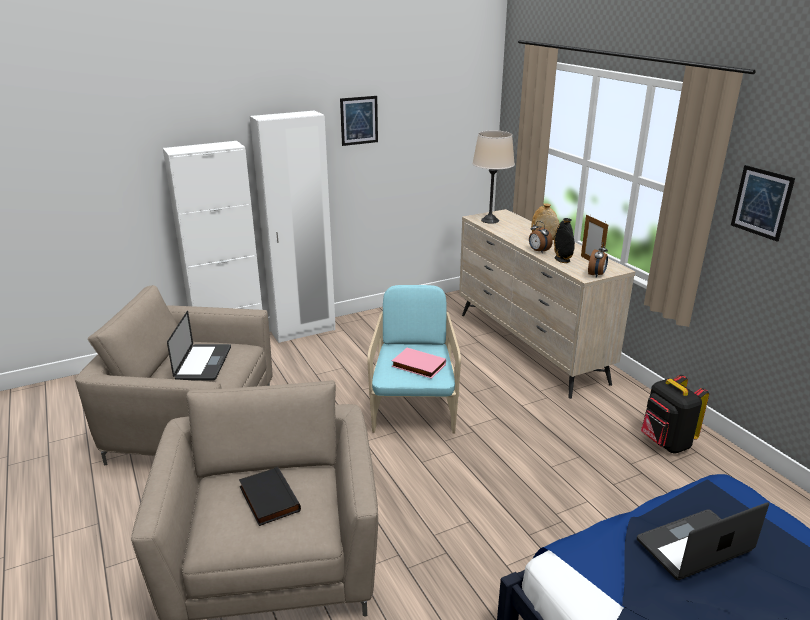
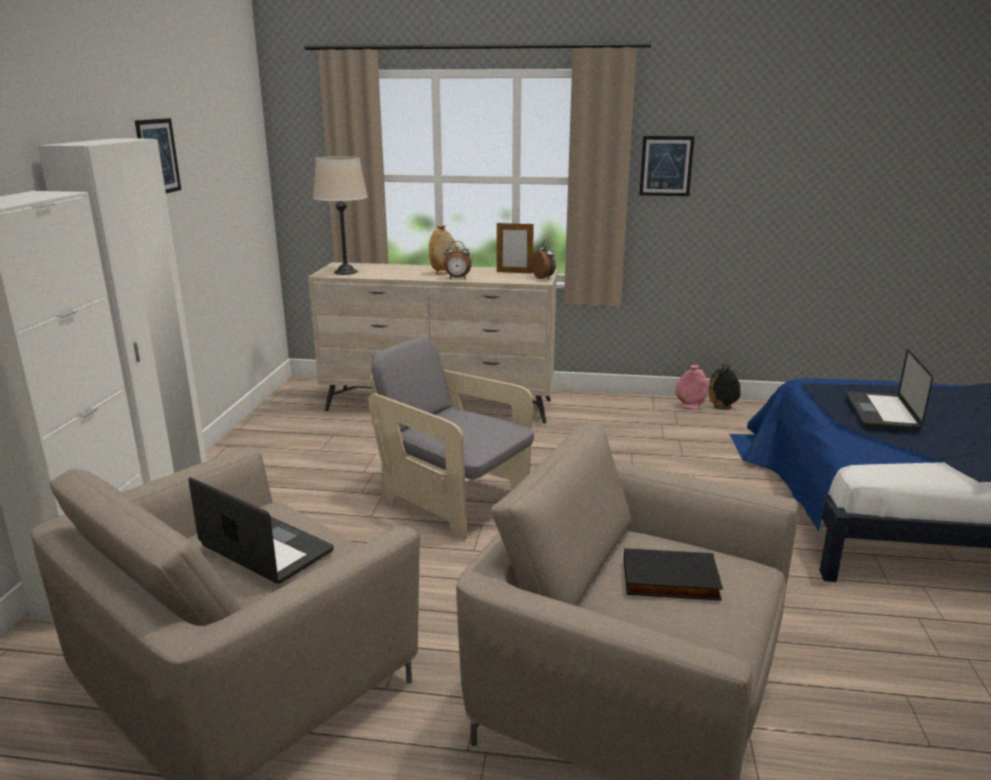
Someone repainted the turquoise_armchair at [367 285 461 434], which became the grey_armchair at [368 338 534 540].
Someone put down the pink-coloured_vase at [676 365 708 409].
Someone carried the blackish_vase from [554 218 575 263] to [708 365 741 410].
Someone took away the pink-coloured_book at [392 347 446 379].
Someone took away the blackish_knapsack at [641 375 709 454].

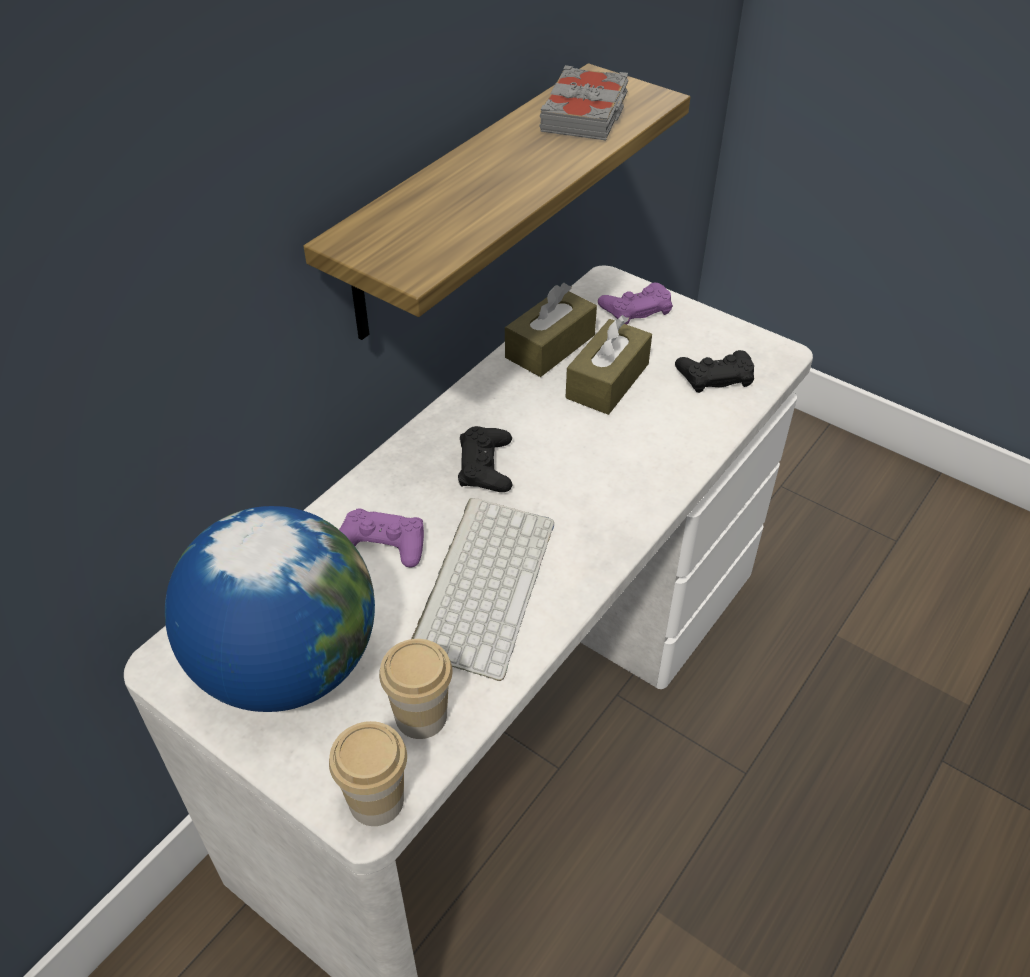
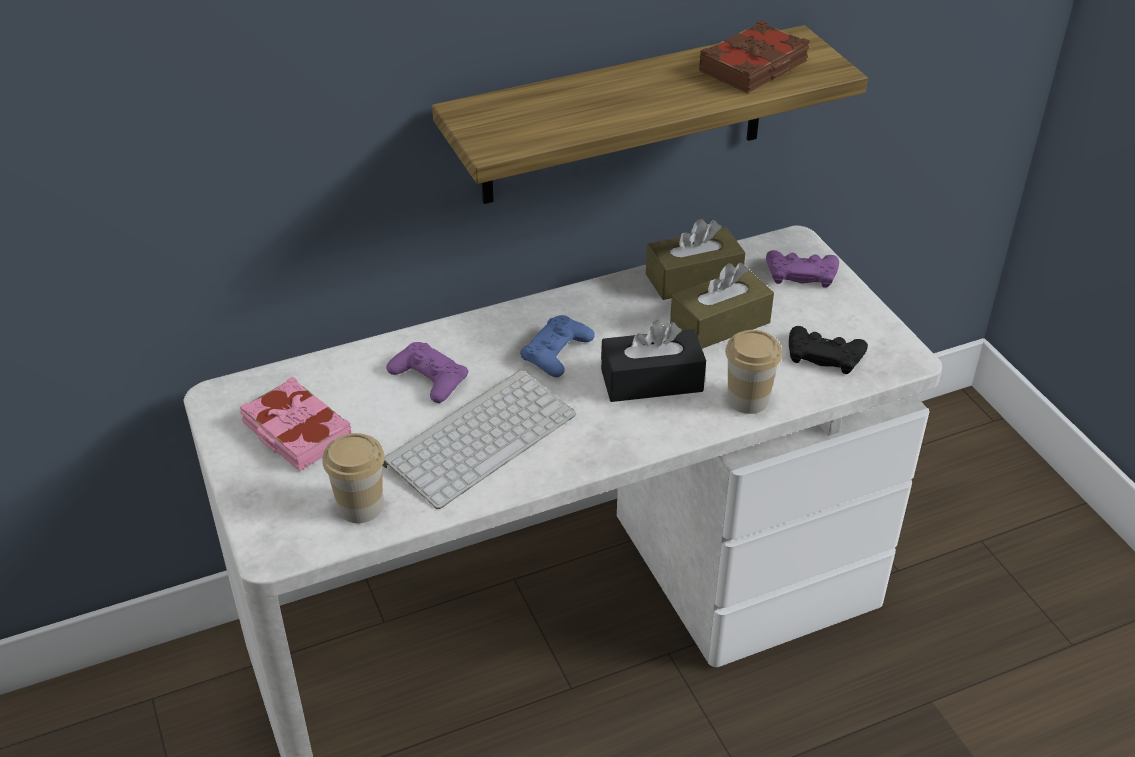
Someone swapped the desk_globe at [165 506 375 712] for the pink-coloured_book at [240 376 351 471].
Someone repainted the blackish_gamepad at [458 426 513 492], which became the bluish_gamepad at [520 315 595 377].
Someone put down the blackish_tissue_holder at [601 320 706 402].
Someone repainted the grey_book at [539 65 628 140], which became the brown-coloured_book at [699 20 810 93].
Someone carried the small_cup from [329 721 407 826] to [725 330 782 414].

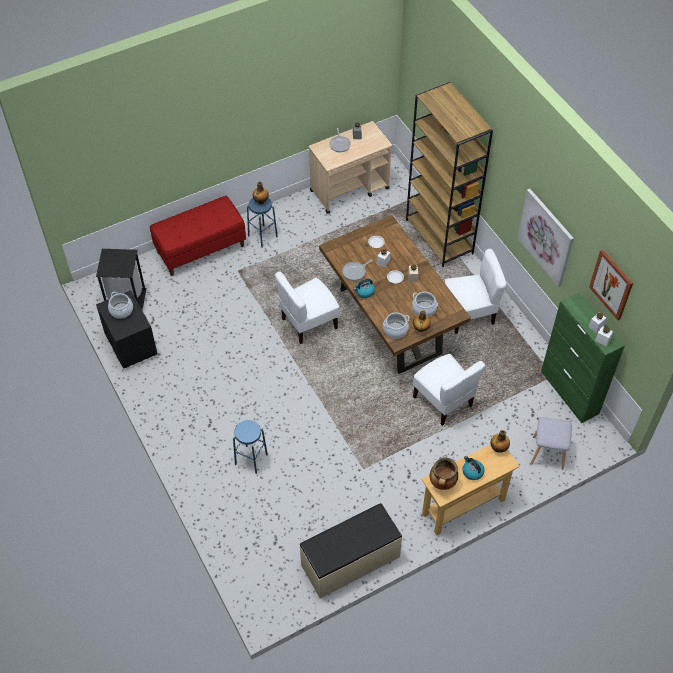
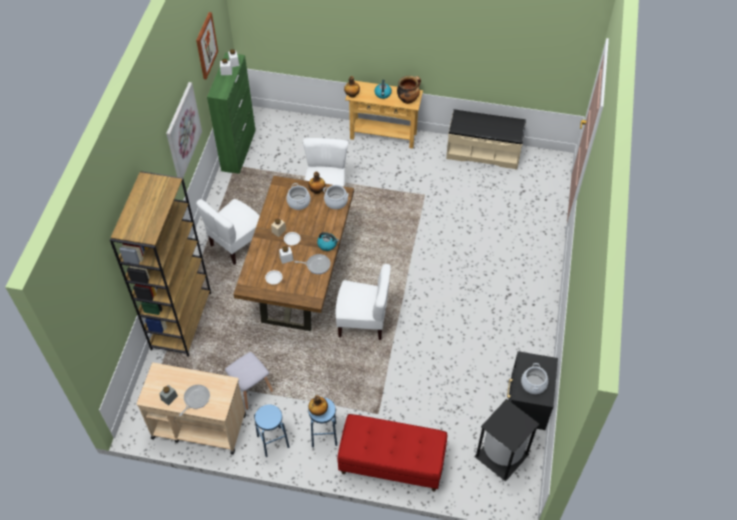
Someone rotated the white_chair at [445 249 507 334] by 75 degrees counterclockwise.
Someone carried the grey_sitting_stool from [530 417 572 469] to [225 352 273 410].
Someone carried the bluish_sitting_stool from [233 420 268 474] to [254 404 289 457].

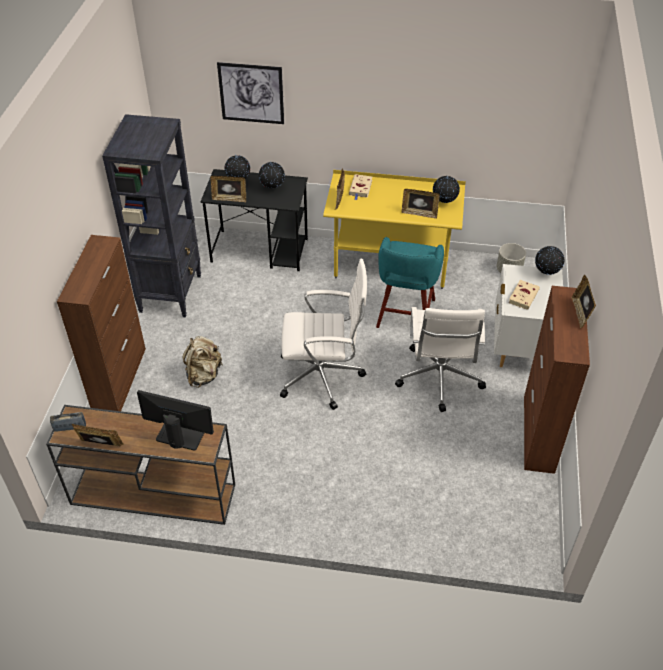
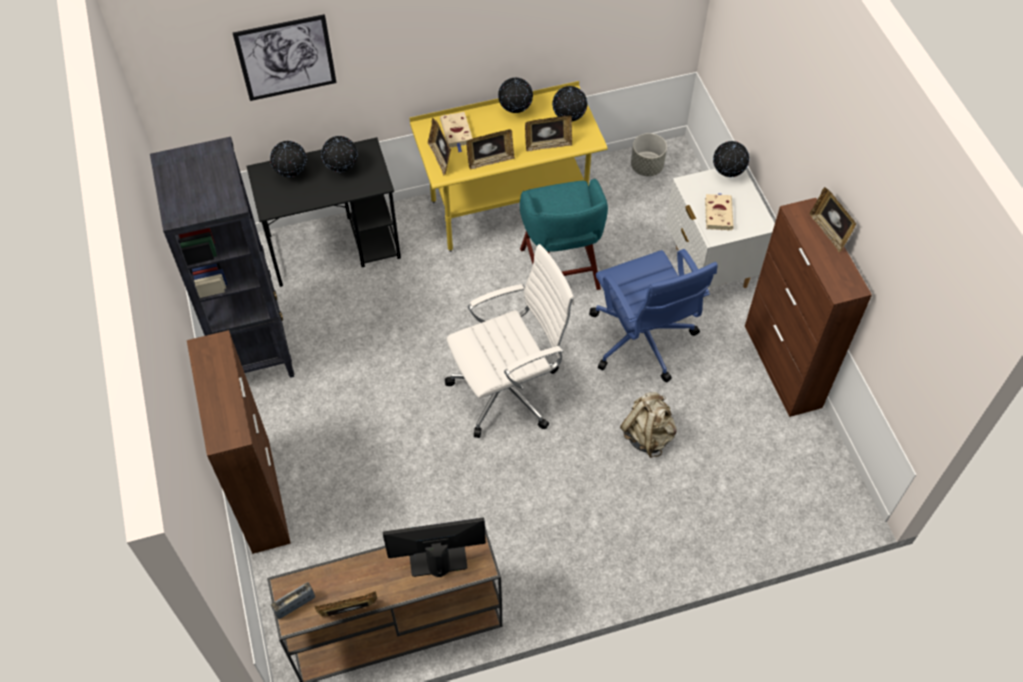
Someone carried the photo_frame from [211 176 246 202] to [466 129 515 170].
Someone put down the desk_globe at [498 77 533 113].
Someone repainted the white_desk_chair at [395 307 486 412], which became the bluish_desk_chair at [589 249 718 382].
Someone carried the sand-coloured_knapsack from [183 336 223 388] to [620 392 677 458].

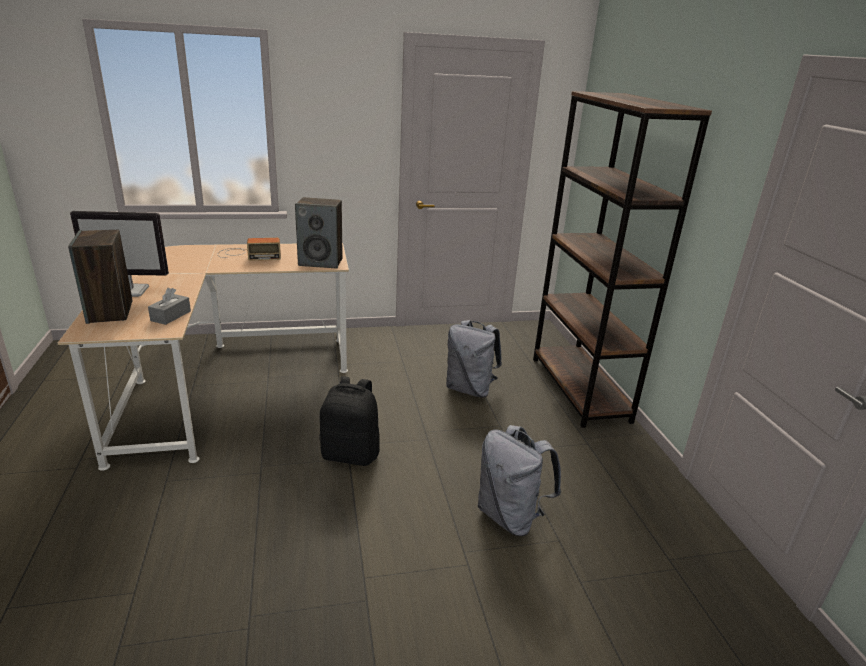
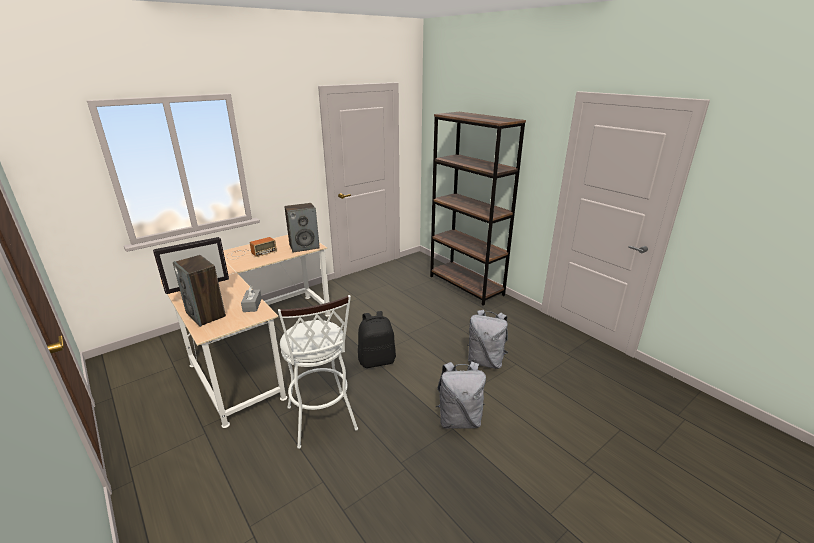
Someone put down the white_sitting_stool at [278 295 358 449].
Someone carried the grey_knapsack from [446 320 502 398] to [436 361 486 429].

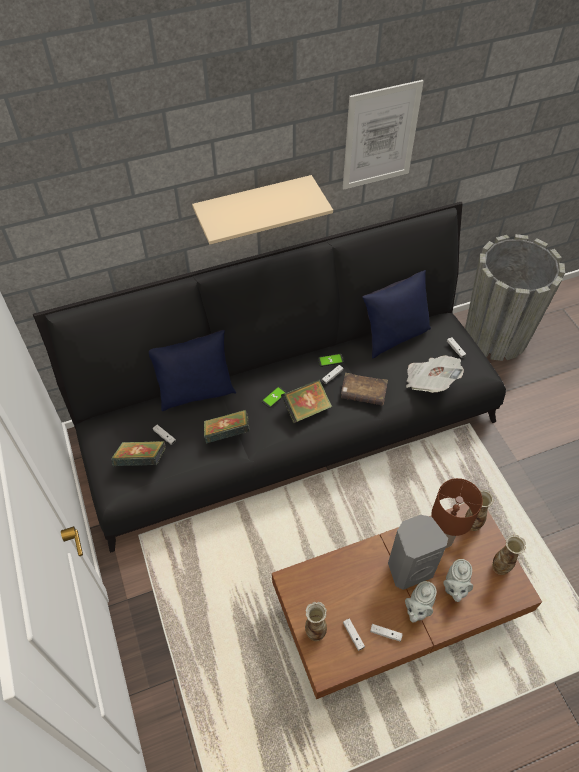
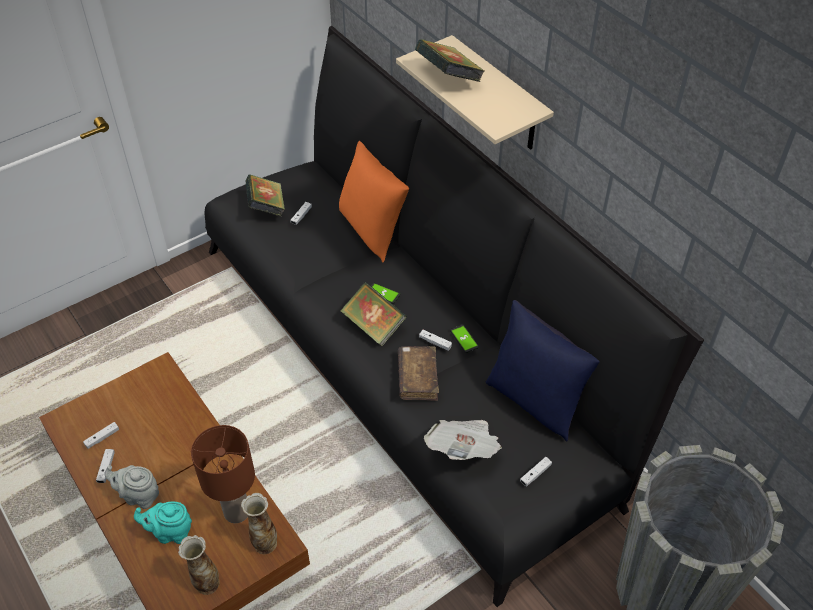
Someone repainted the grey_tea_pot at [443 559 473 602], which became the turquoise_tea_pot at [134 502 192 544].
Someone repainted the bluish_cushion at [149 330 236 411], which became the orange_cushion at [339 141 409 263].
Someone carried the book from [204 410 250 443] to [415 39 485 82].
Someone took away the vase at [305 602 327 641].
Someone took away the picture at [343 80 424 190].
Someone took away the grey_loudspeaker at [388 515 448 590].

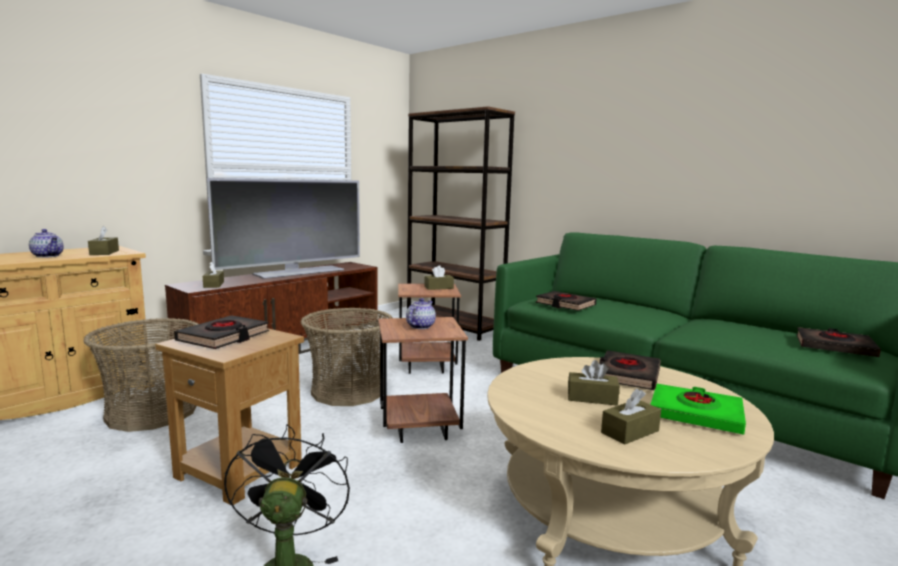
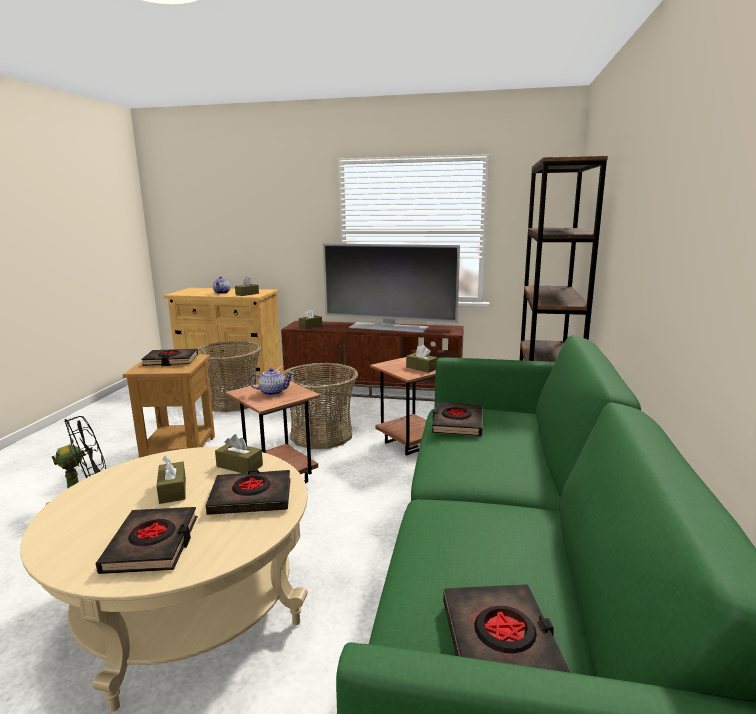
Someone repainted the green_book at [650 384 746 435], which became the blackish_book at [96 507 198 574].
Someone carried the brown-coloured_tissue_holder from [601 389 661 445] to [215 434 263 473].

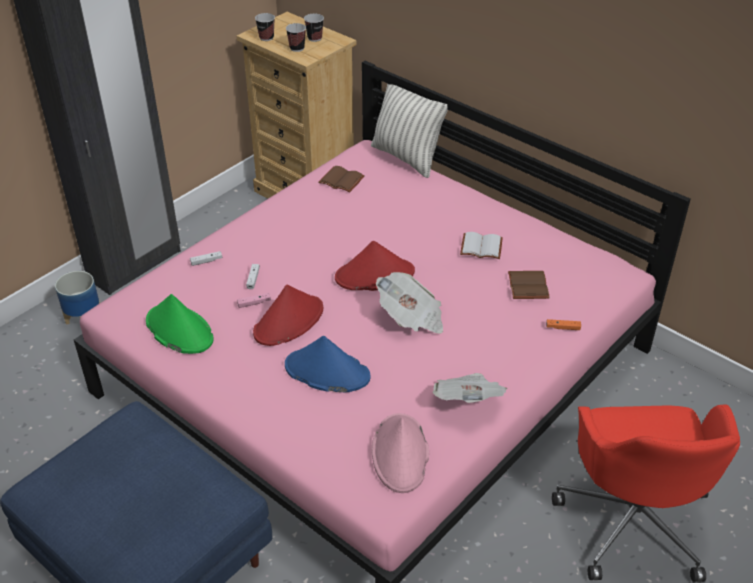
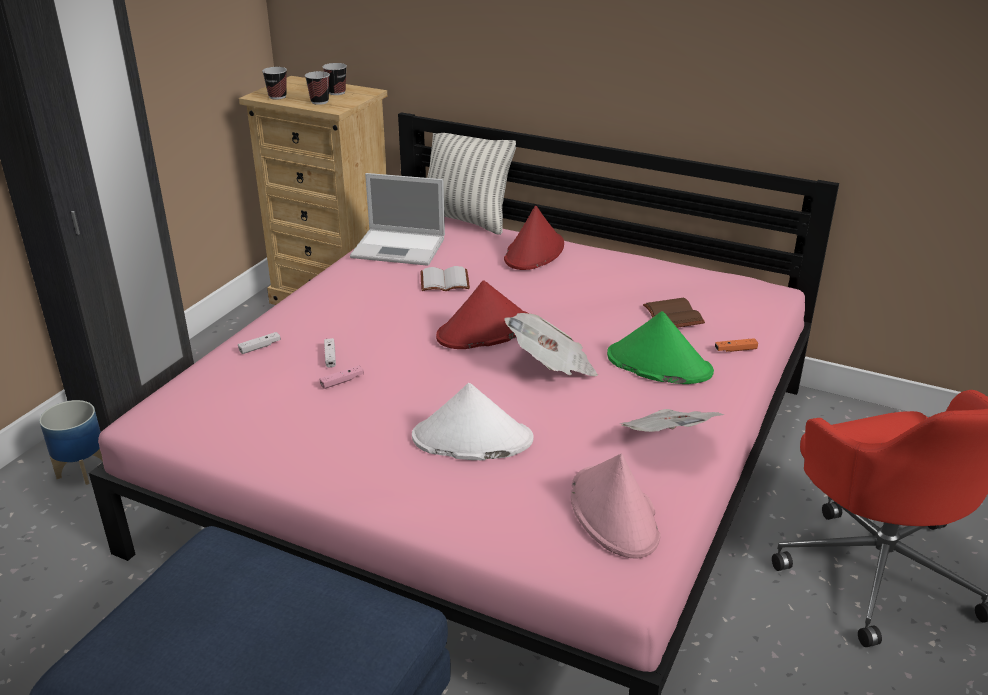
Someone swapped the brown-coloured_book at [318 166 365 192] for the notebook_computer at [350 173 445 266].
Someone repainted the bluish_hat at [285 336 371 392], which became the white_hat at [412 383 534 460].
Someone carried the white_book from [460 232 503 259] to [421 266 470 291].
Someone carried the red-coloured_hat from [253 285 323 346] to [504 206 564 270].
Someone carried the green_hat from [146 294 213 354] to [607 311 714 384].

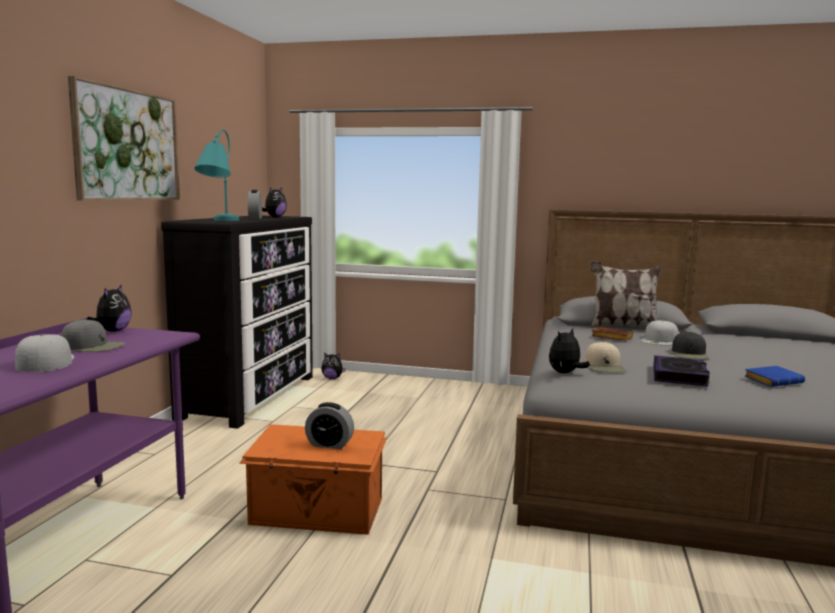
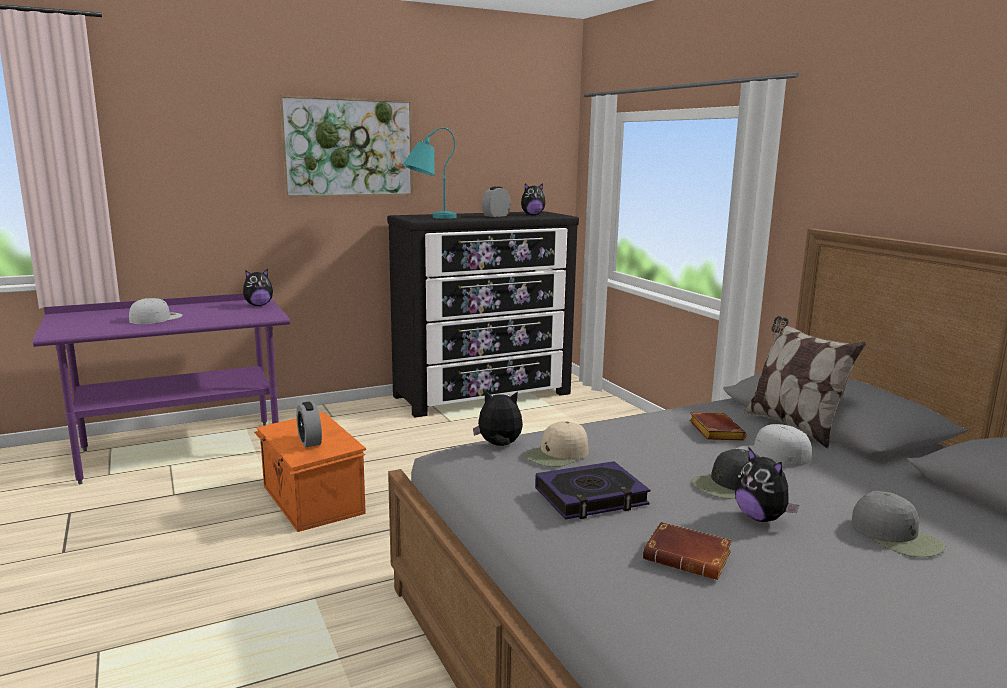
Someone repainted the bluish_book at [744 366 805 387], which became the brown-coloured_book at [643 522 732 580].
Someone carried the plush_toy from [322 352 346 379] to [735 447 799 522].
Someone carried the grey_cap from [61 319 125 352] to [851 491 946 557].

